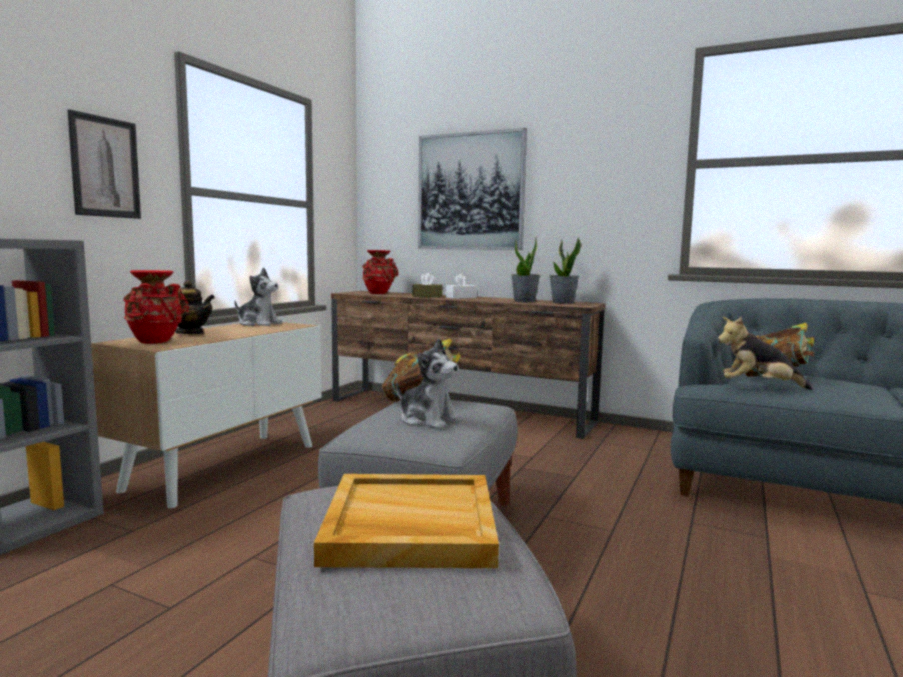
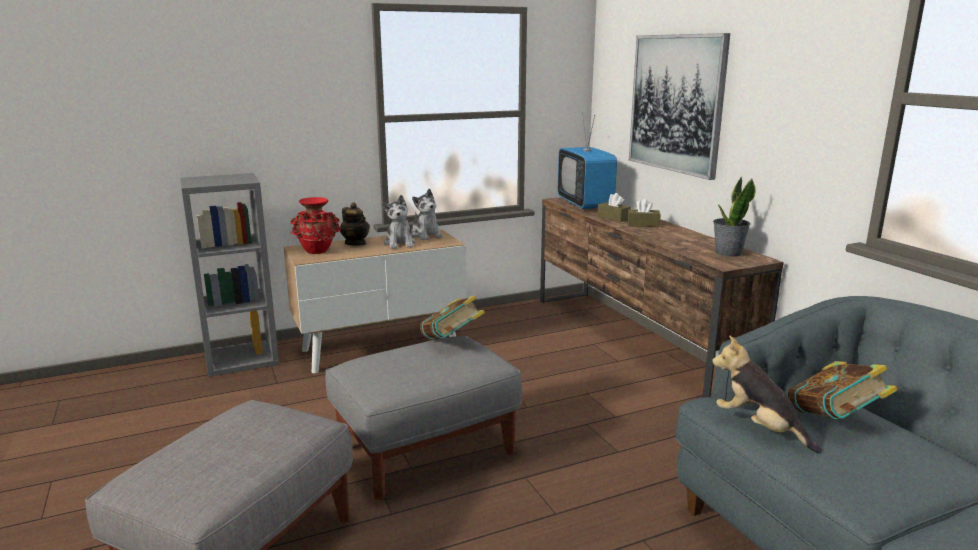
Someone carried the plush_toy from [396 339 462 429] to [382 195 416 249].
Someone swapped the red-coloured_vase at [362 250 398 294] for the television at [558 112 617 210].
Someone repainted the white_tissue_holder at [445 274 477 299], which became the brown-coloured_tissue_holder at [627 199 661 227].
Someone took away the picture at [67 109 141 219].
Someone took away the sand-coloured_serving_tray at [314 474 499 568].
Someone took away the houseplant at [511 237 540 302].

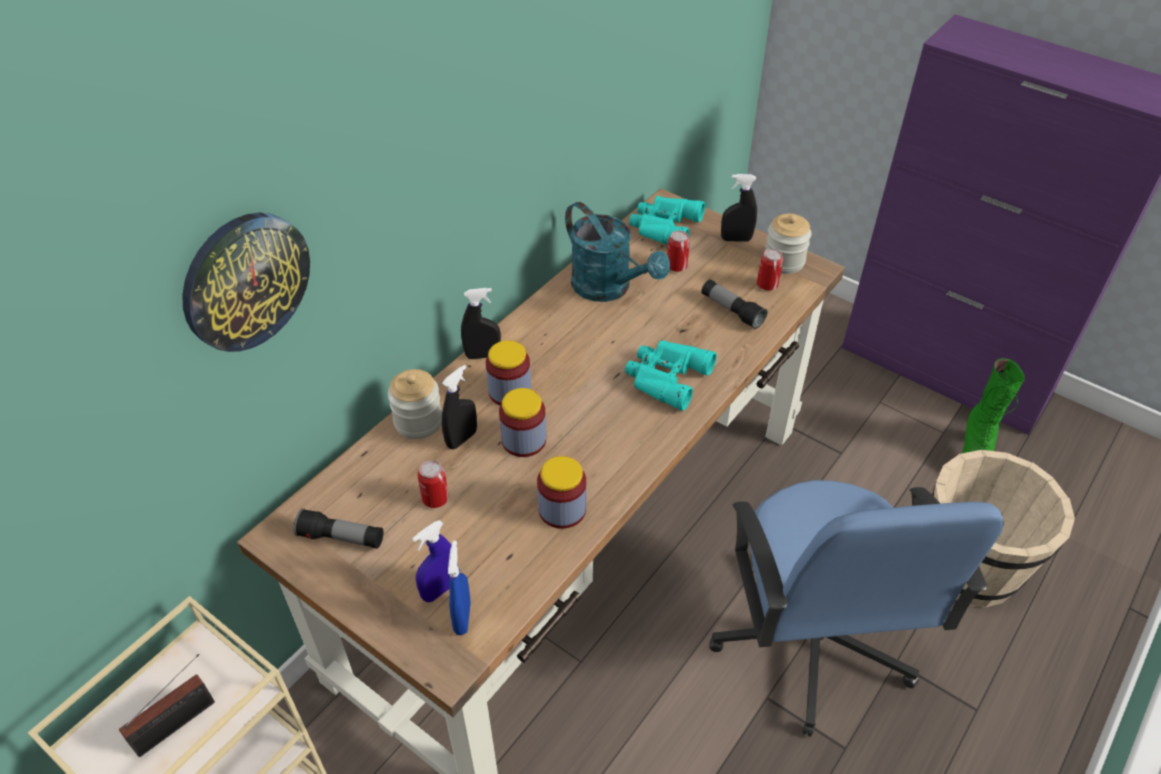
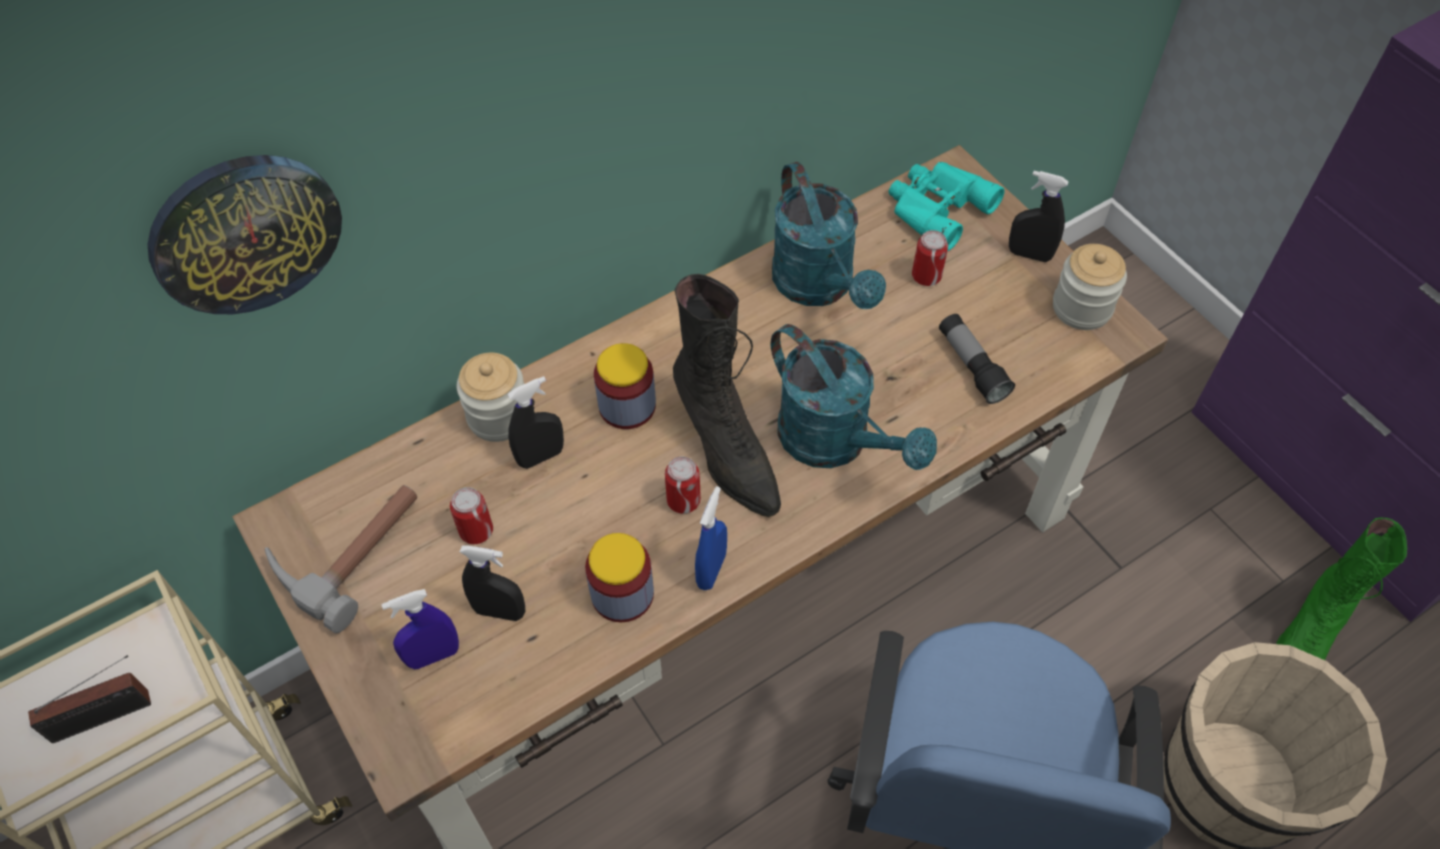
Someone swapped the flashlight at [294 508 383 549] for the hammer at [265 485 417 633].
Someone carried the blackish_hand_sprayer from [461 288 501 359] to [460 546 525 621].
Someone carried the metal_can from [757 249 783 291] to [665 456 701 514].
Someone put down the blackish_high-top_boot at [673 274 781 517].
Someone carried the bluish_hand_sprayer from [448 541 471 635] to [695 486 727 590].
Someone swapped the turquoise_pair_of_binoculars at [625 340 717 411] for the turquoise_watering_pot at [770 324 937 470].
Someone took away the preserve_jar at [499 388 546 457].

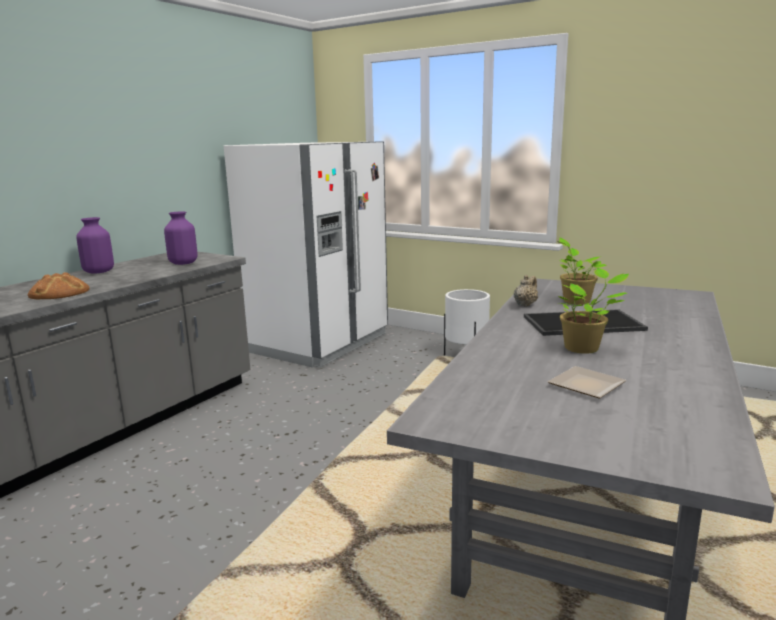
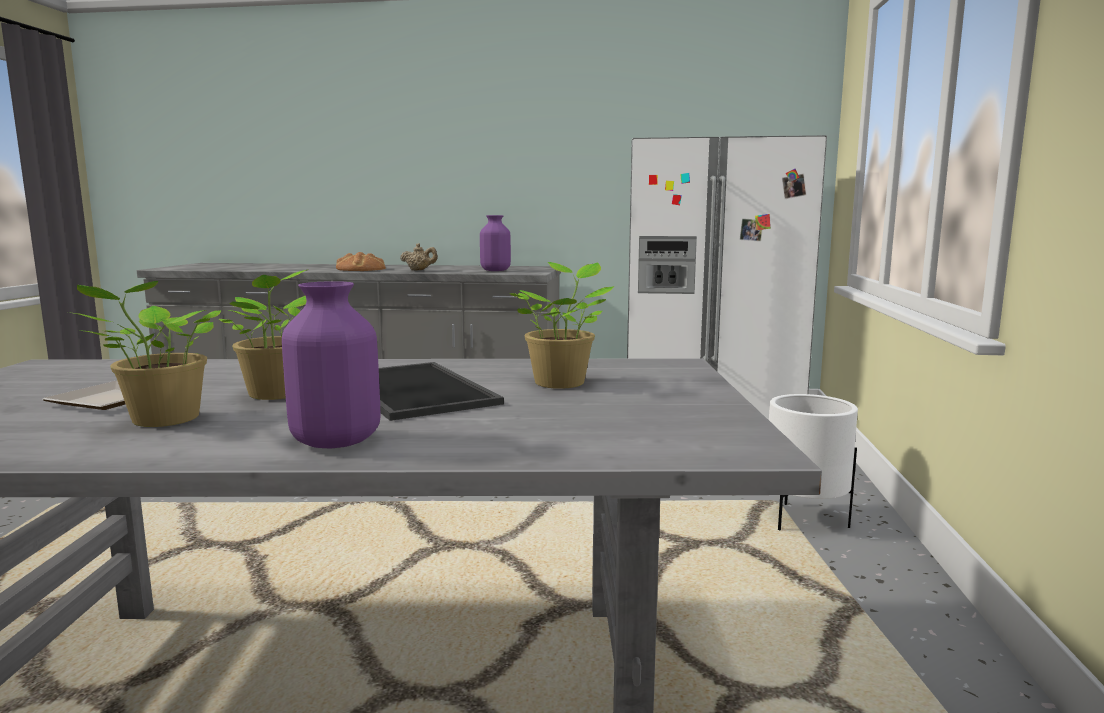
Someone put down the houseplant at [68 281 221 427].
Someone carried the purplish_vase from [76 217 114 274] to [282 281 380 448].
Someone carried the sand-coloured_tea_pot from [514 275 538 307] to [400 243 438 271].

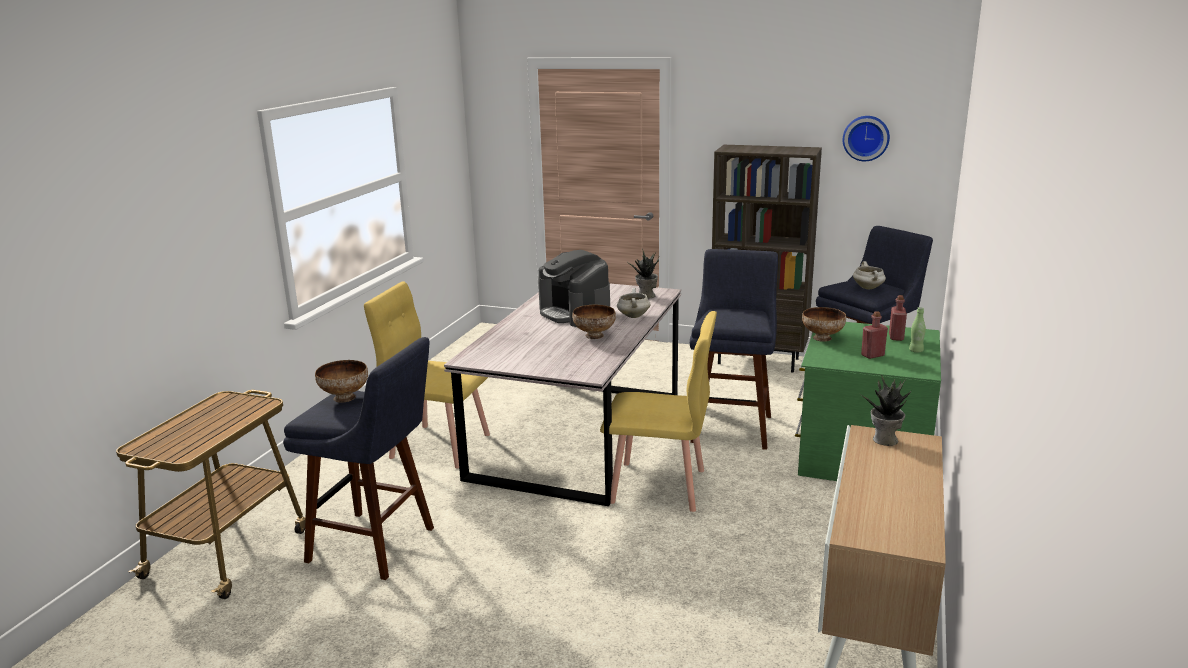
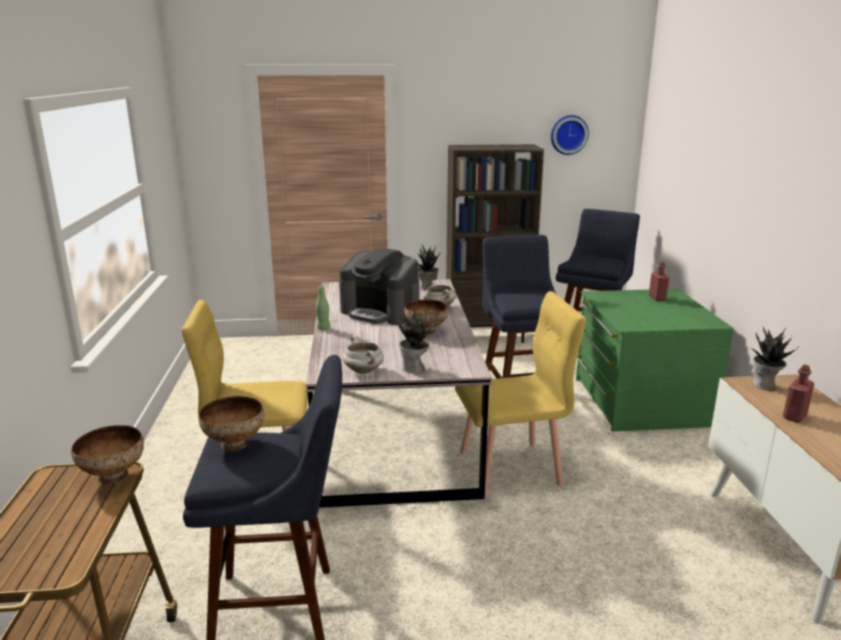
Someone carried the deep_dish from [802 307 846 342] to [71 425 144 484].
Someone carried the green_beverage_bottle from [909 307 926 352] to [316 286 330 330].
Someone carried the white_stockpot from [853 261 886 289] to [342 336 384 374].
Someone put down the houseplant at [396 307 437 373].
Someone carried the red-coloured_beverage_bottle from [861 311 888 359] to [783 365 814 423].

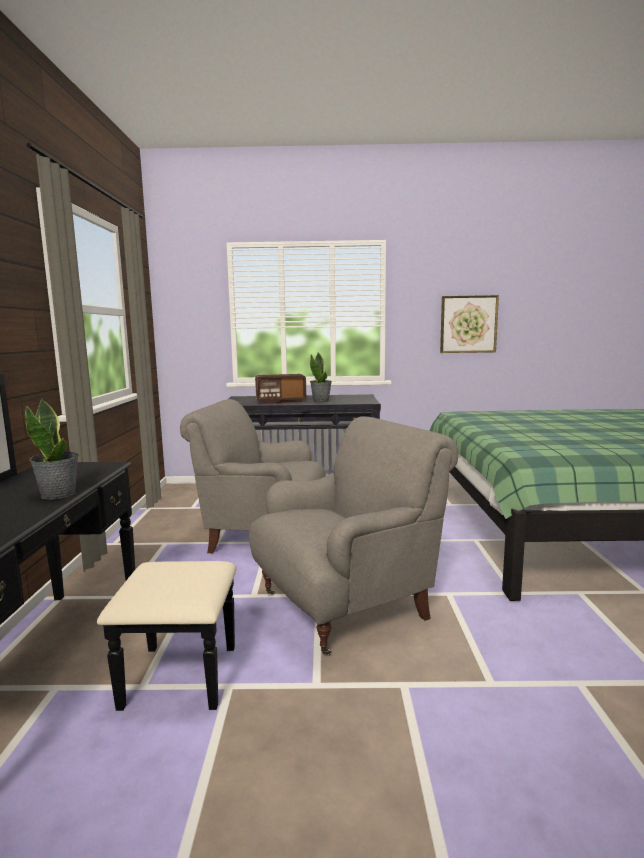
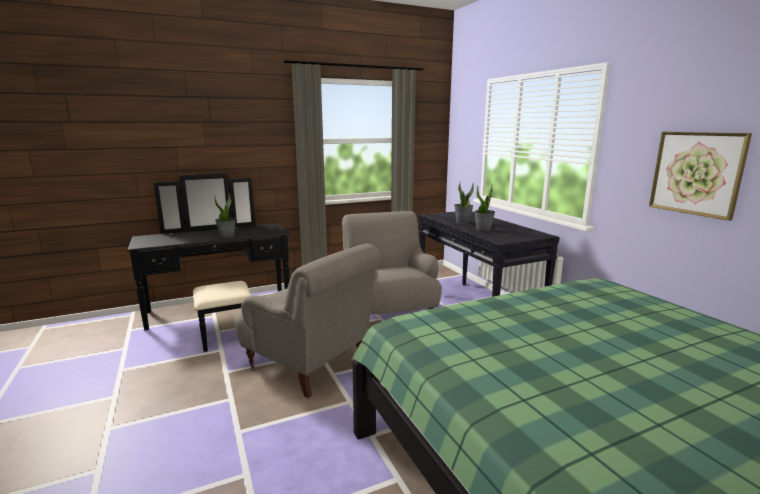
Someone swapped the radio_set at [255 374 306 404] for the houseplant at [454 183 474 224].

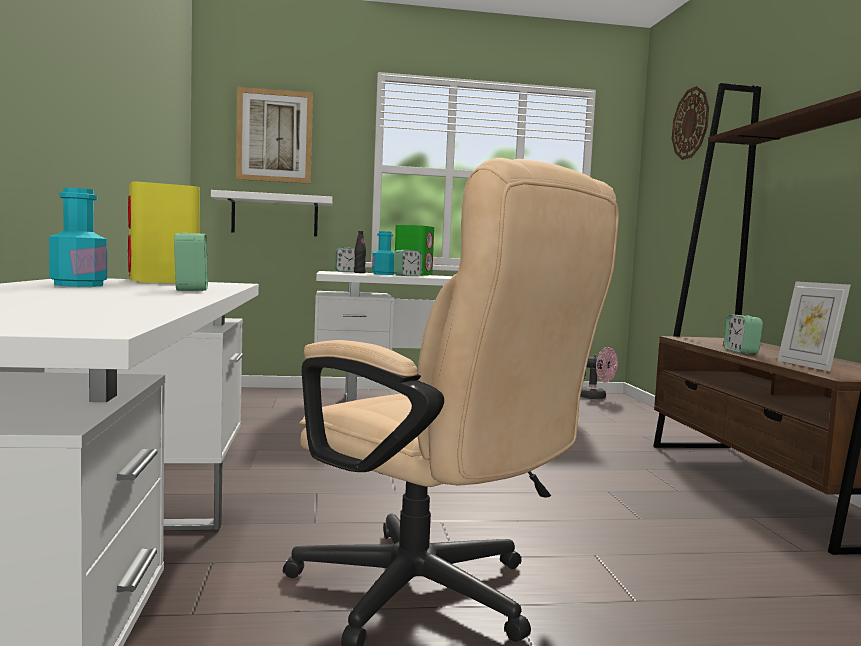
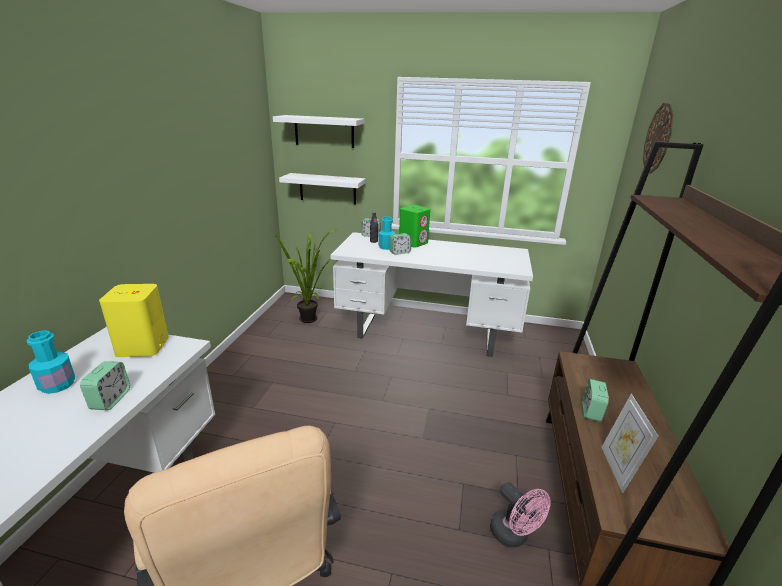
Someone swapped the picture at [236 87 313 184] for the white_shelf at [273 115 364 148].
Someone put down the houseplant at [275 229 338 323].
Someone carried the pink-coloured_electric_fan from [580 347 618 399] to [490 482 551 547].

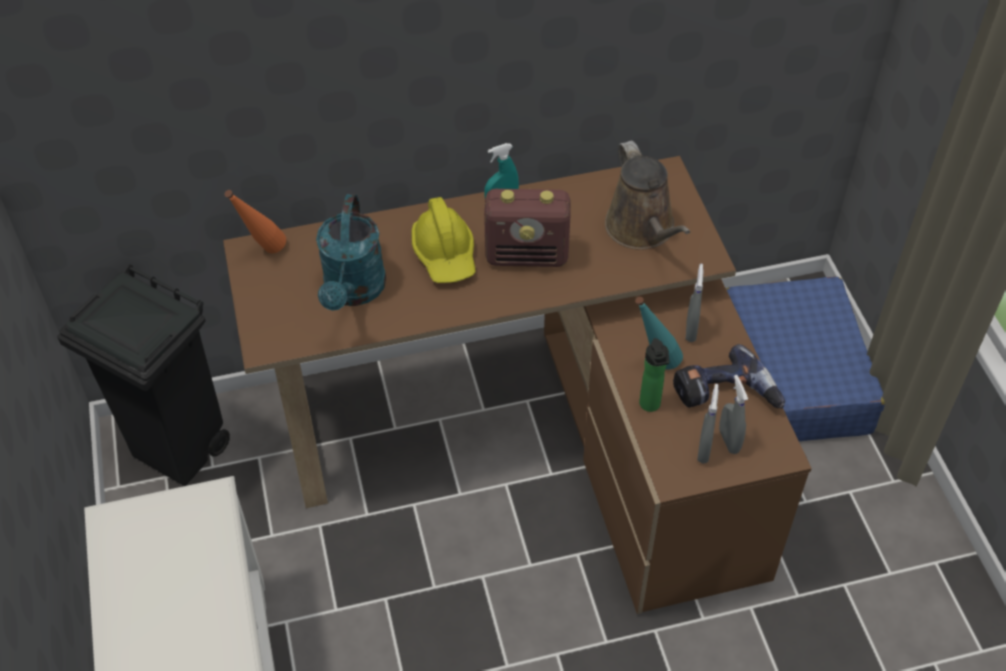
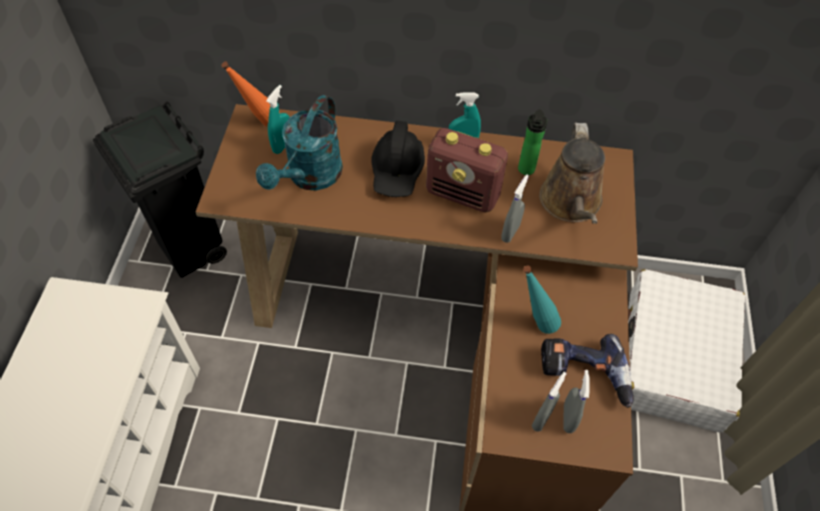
Someone put down the turquoise_hand_sprayer at [266 85 290 154].
Someone repainted the yellow-coloured_safety_helmet at [411 197 475 283], which became the blackish_safety_helmet at [371 121 425 197].
Someone carried the grey_hand_sprayer from [686 264 704 342] to [501 175 529 243].
Someone carried the beverage_bottle from [639 338 669 412] to [518 109 547 175].
Someone repainted the bluish_travel_case at [726 277 885 441], which became the white_travel_case at [628 269 745 432].

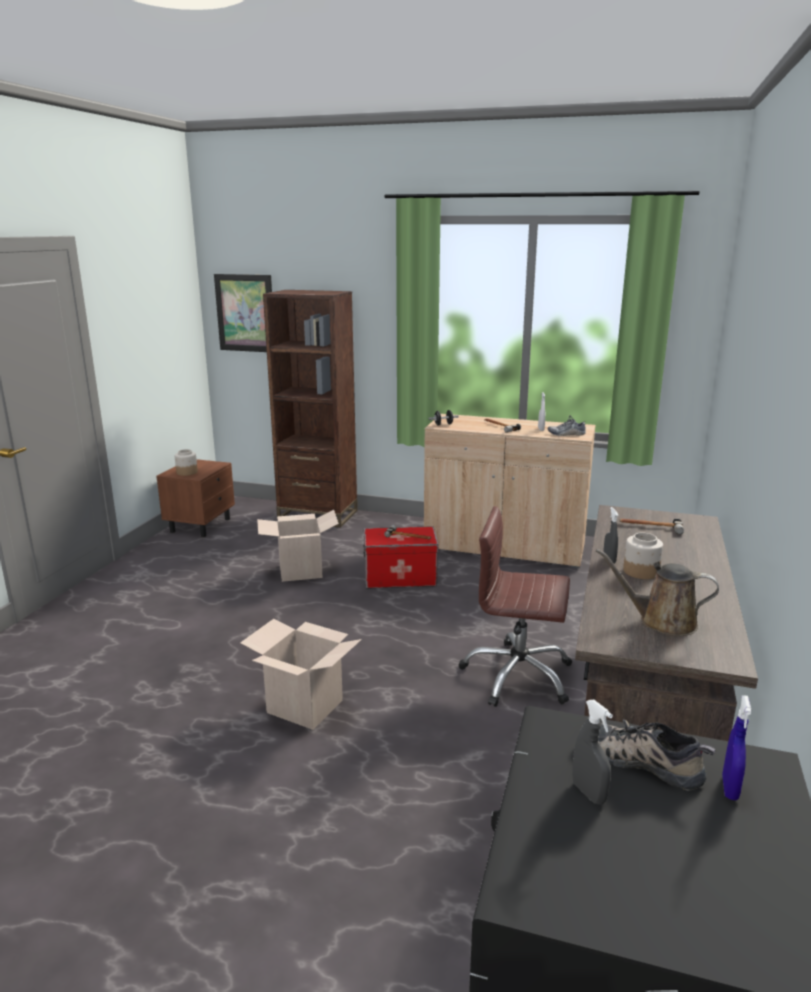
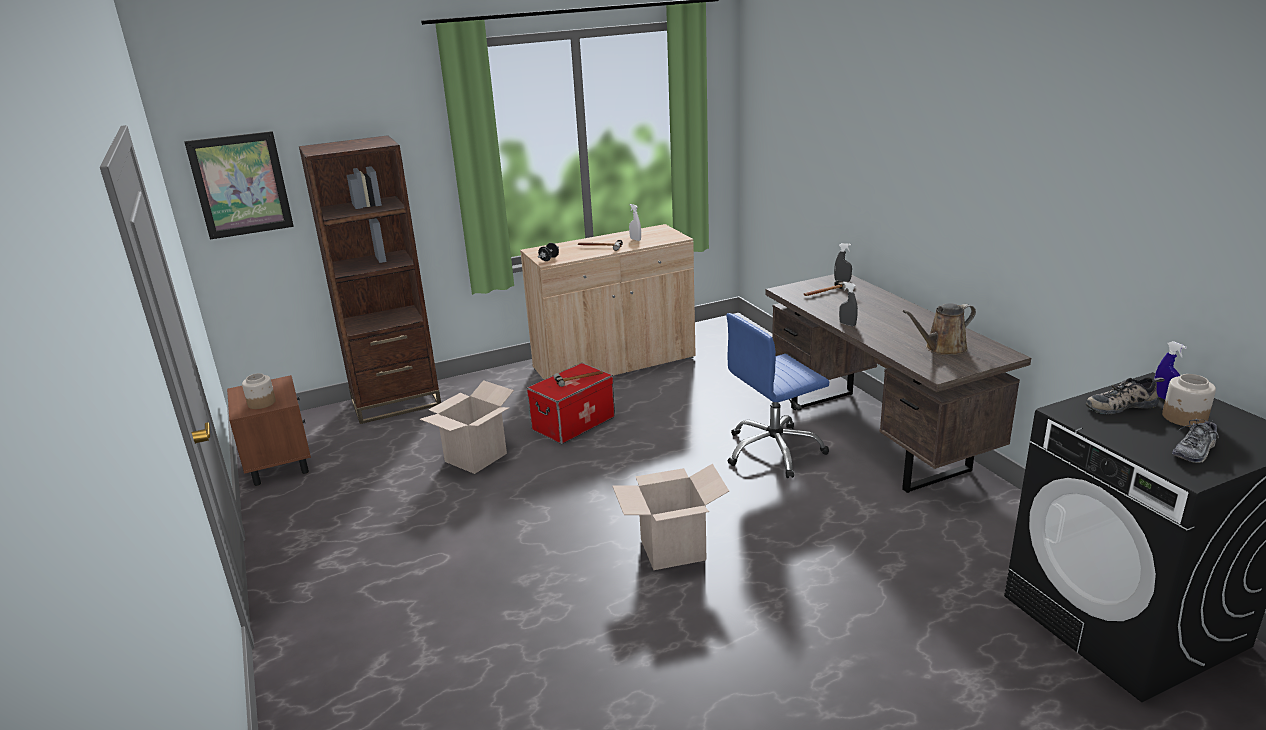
Someone repainted the brown-coloured_desk_chair at [458 506 572 707], which became the bluish_desk_chair at [726 313 829 478].
Someone carried the grey_hand_sprayer from [572 700 613 805] to [834 243 852 282].
Someone carried the preserve_jar from [623 533 663 579] to [1162 374 1216 427].
Someone carried the low_shoe from [548 415 586 436] to [1172 419 1219 463].

